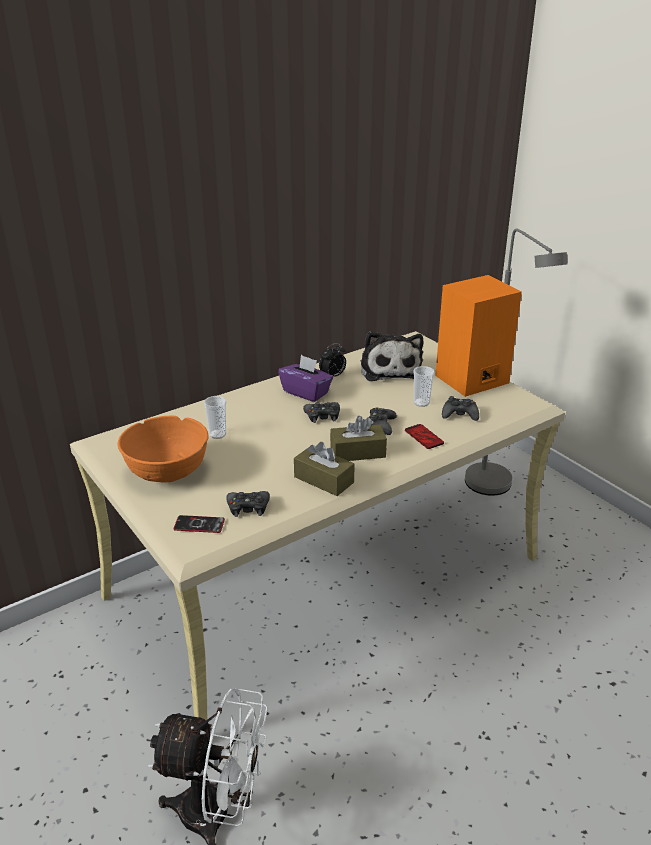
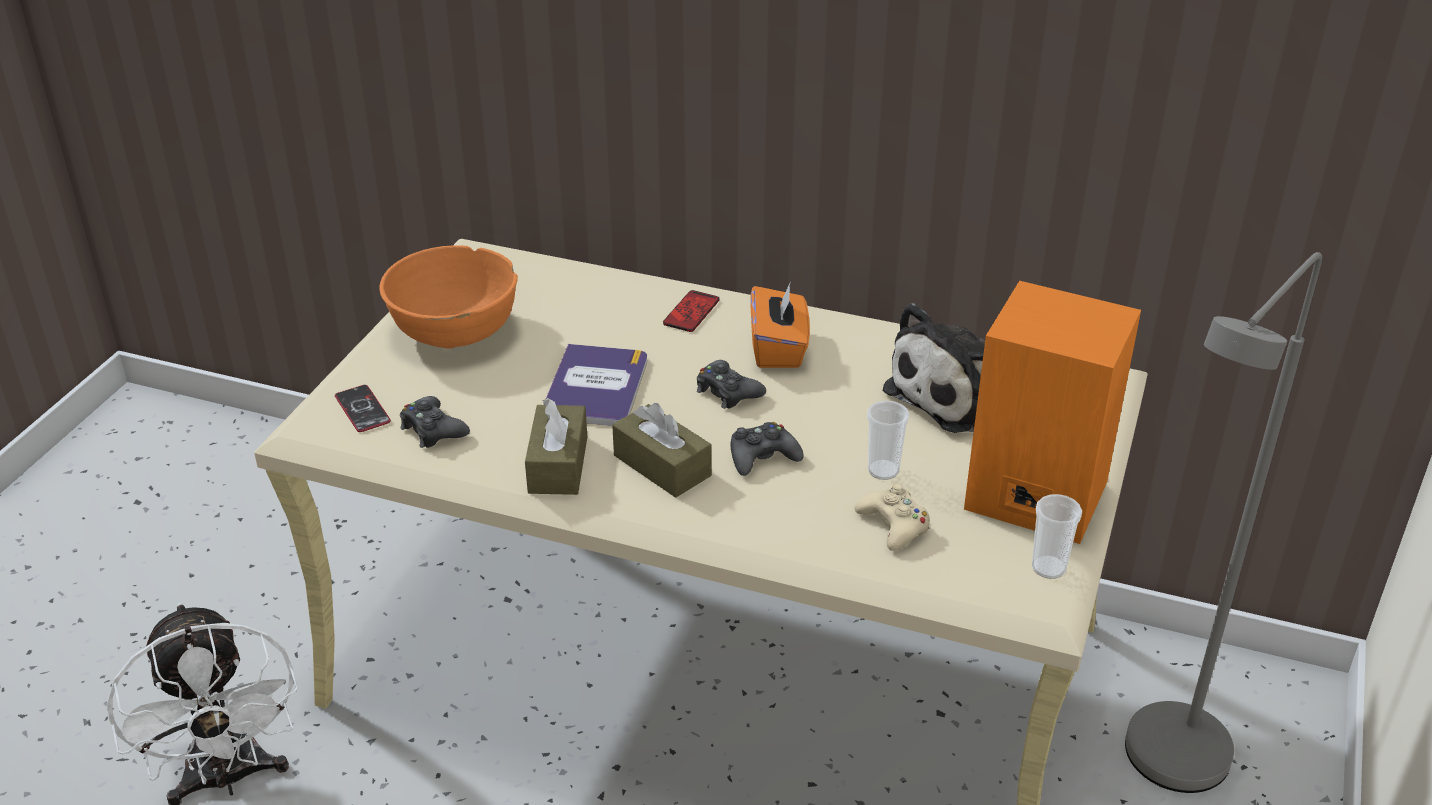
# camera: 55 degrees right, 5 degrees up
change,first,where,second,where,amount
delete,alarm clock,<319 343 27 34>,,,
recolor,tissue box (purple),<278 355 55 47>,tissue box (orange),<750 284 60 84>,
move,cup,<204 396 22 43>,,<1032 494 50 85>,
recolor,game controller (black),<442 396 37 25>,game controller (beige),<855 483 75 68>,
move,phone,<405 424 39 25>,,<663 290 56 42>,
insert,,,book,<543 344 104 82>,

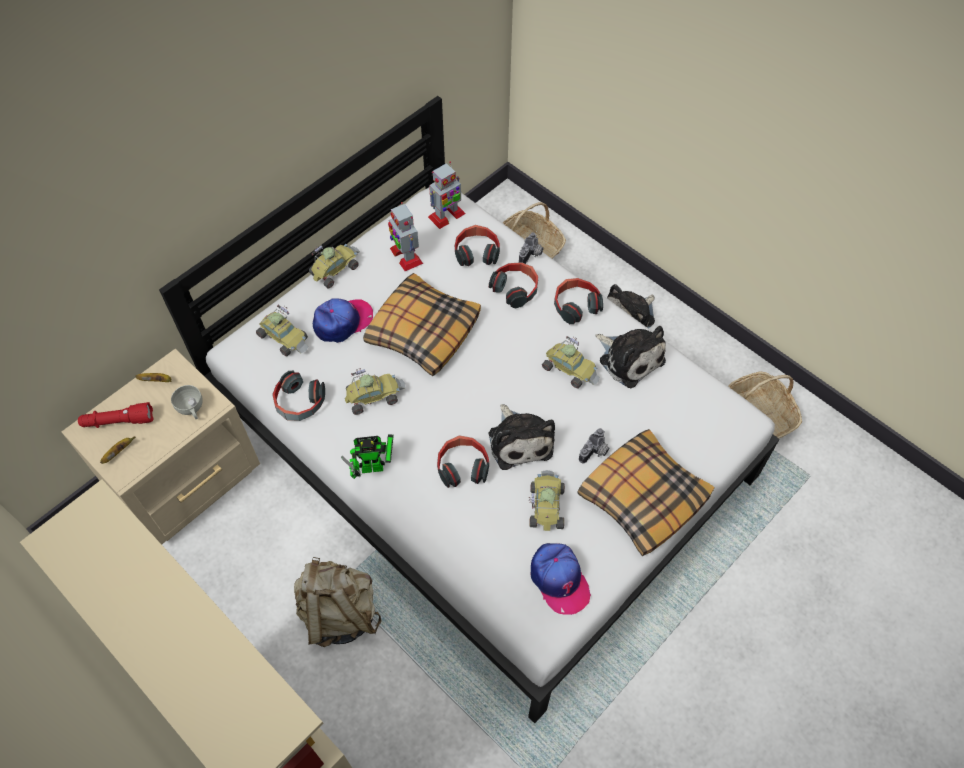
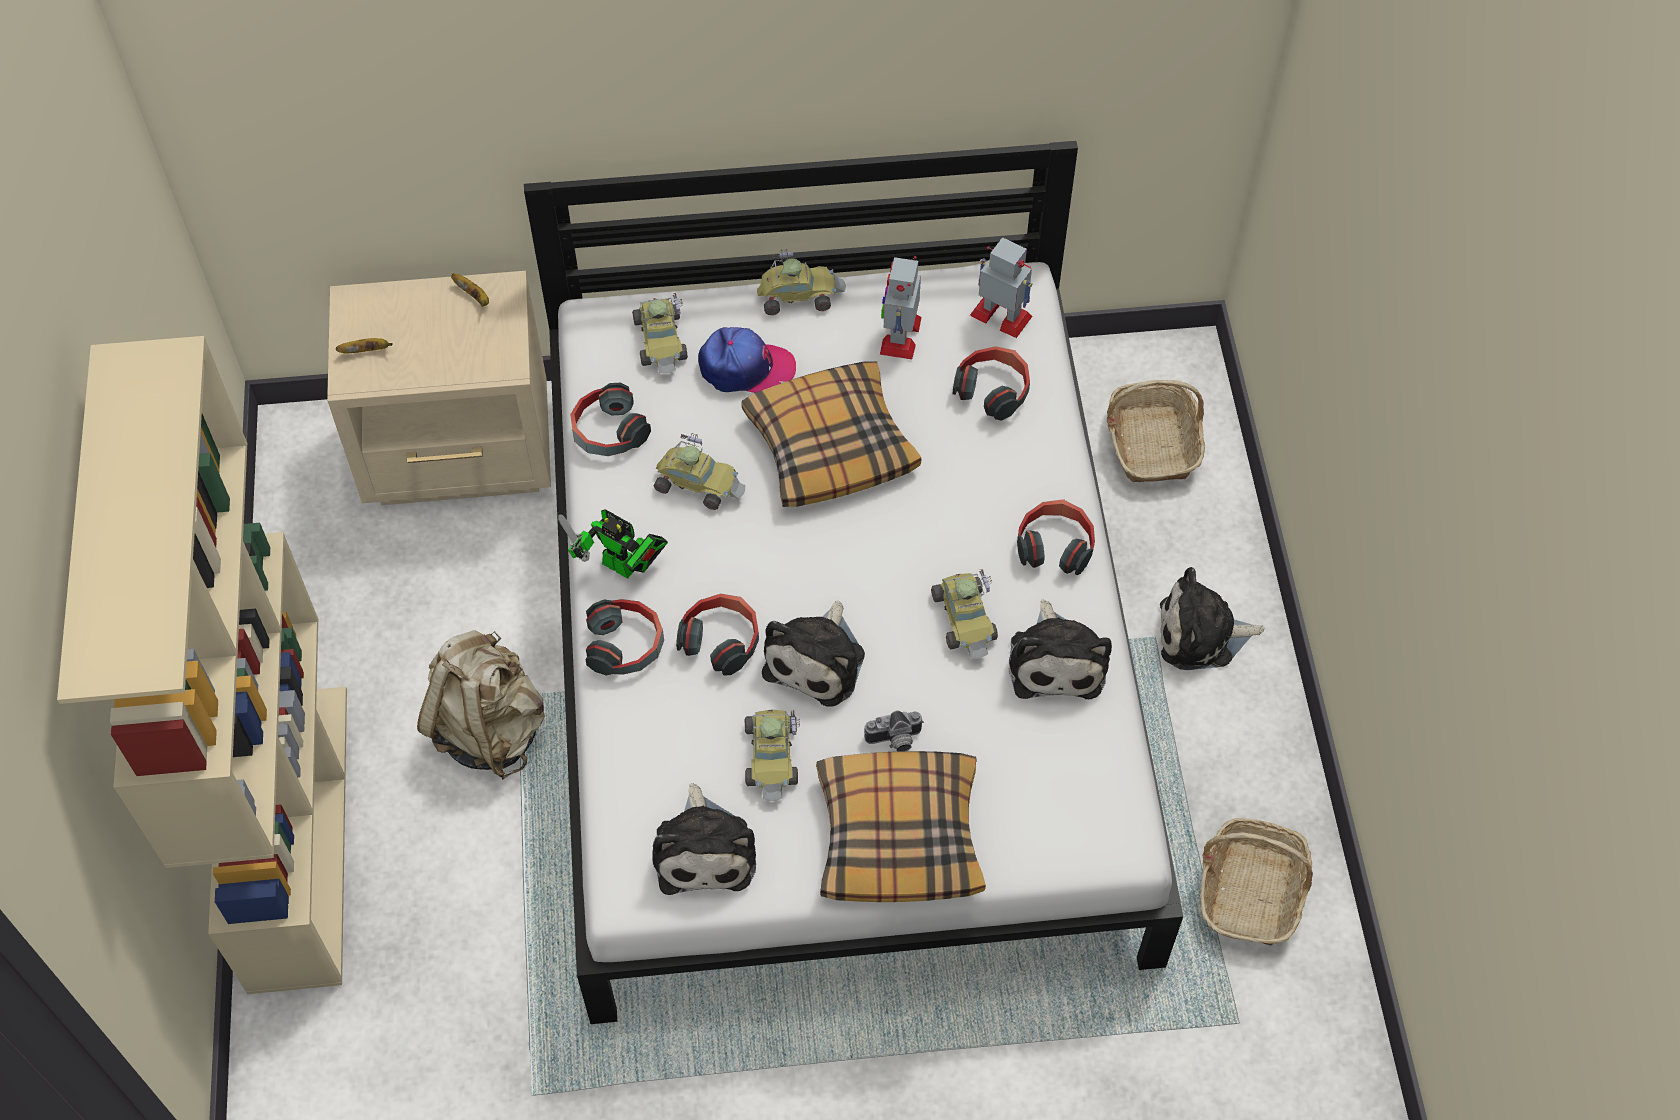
# camera: 40 degrees right, 0 degrees up
change,first,where,second,where,amount
rotate,toy robot,<428 162 38 67>,,<970 237 63 101>,150 degrees counterclockwise
delete,photo camera,<519 232 24 32>,,,
move,headphones,<489 262 49 47>,,<585 599 79 76>,
delete,cup (white),<171 385 32 34>,,,
delete,flashlight (red),<78 402 76 26>,,,
rotate,toy car,<529 470 36 61>,,<745 710 55 91>,135 degrees clockwise
replace,cap,<531 543 60 72>,plush toy,<652 783 104 112>,

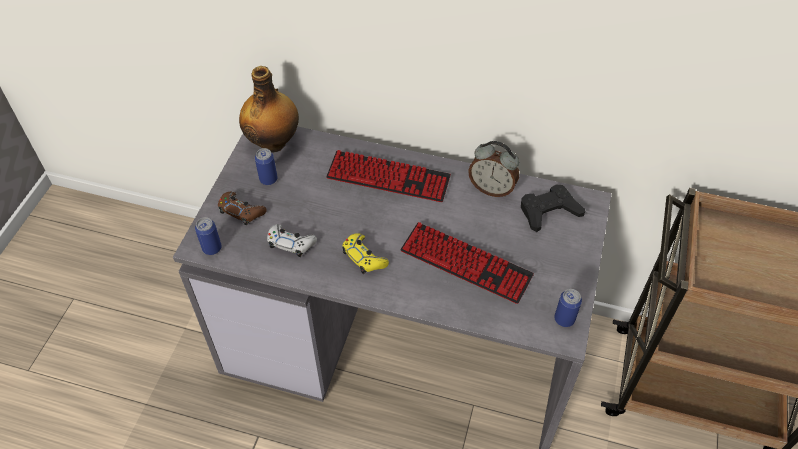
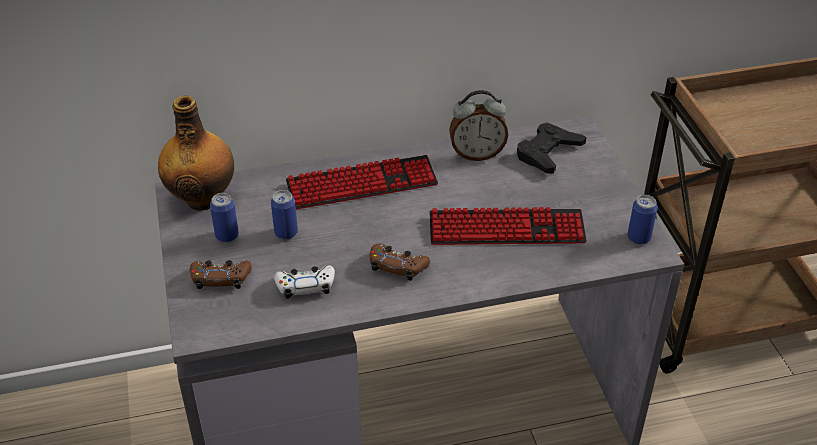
# camera: 30 degrees left, 10 degrees down
change,first,where,second,where,amount
move,can,<195 217 27 38>,,<271 190 27 50>,
recolor,game controller (yellow),<342 233 47 41>,game controller (brown),<369 243 61 38>,

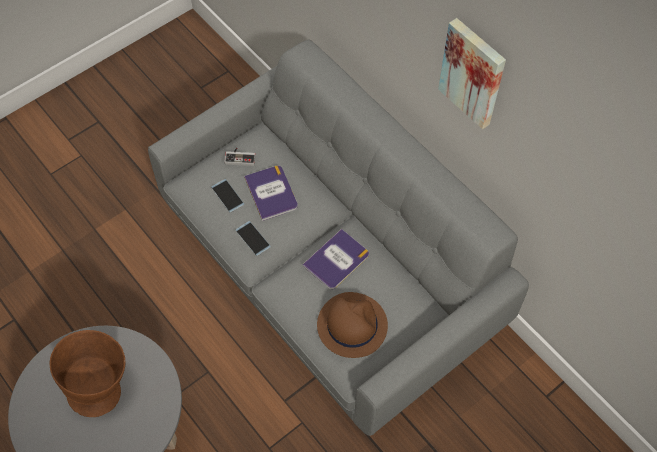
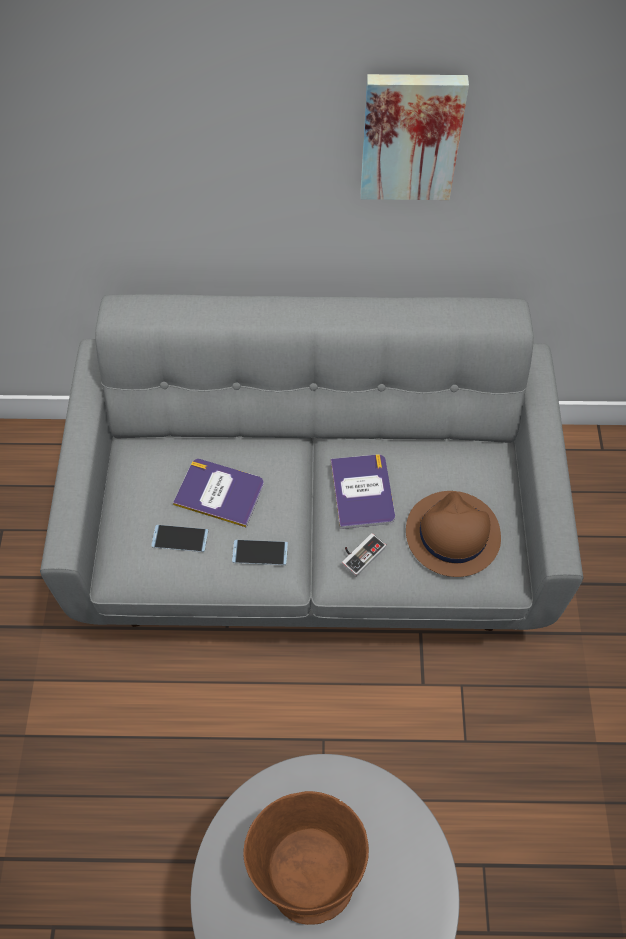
# camera: 50 degrees left, 0 degrees up
change,first,where,second,where,amount
move,game controller,<224 148 32 18>,,<342 533 44 44>,

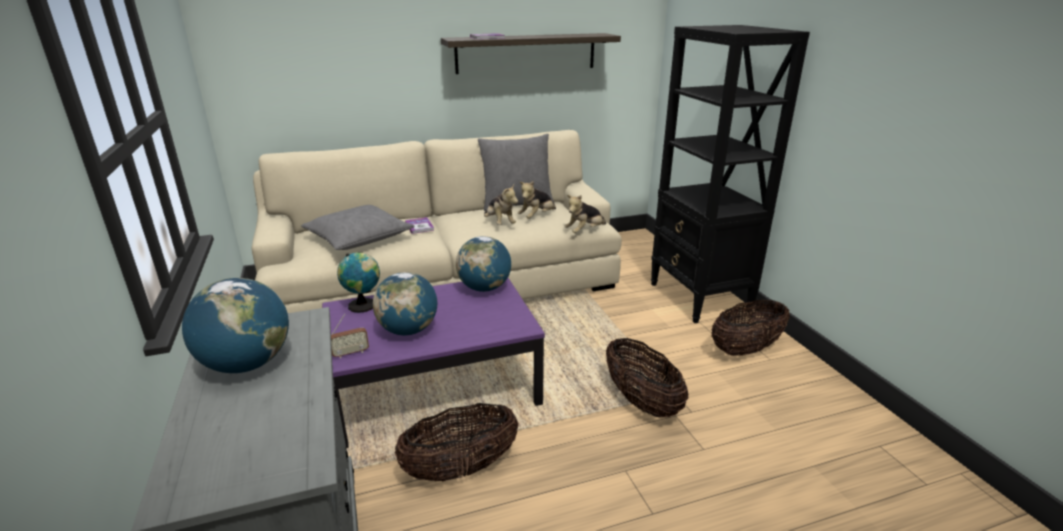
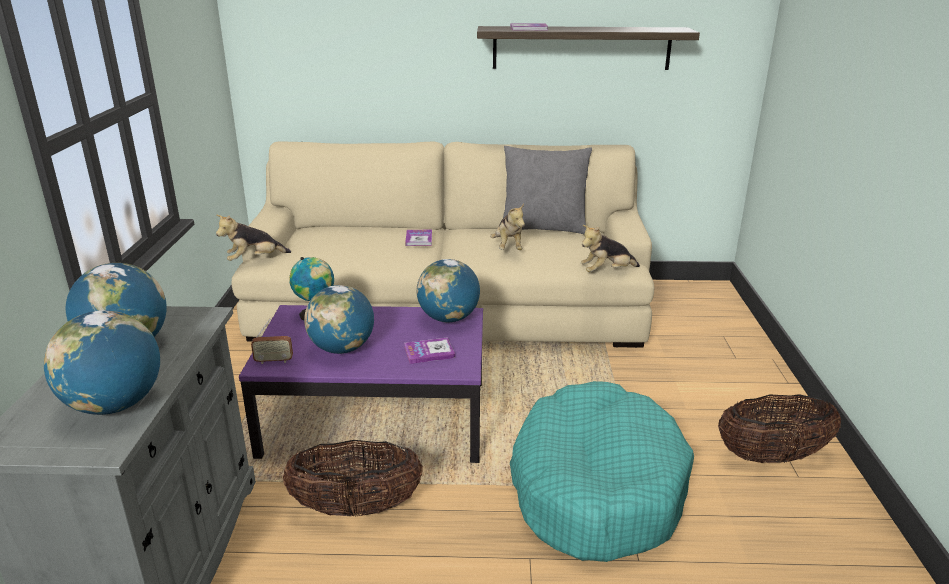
# camera: 20 degrees right, 0 degrees up
change,first,where,second,where,amount
delete,bookcase (black),<651 25 159 298>,,,
move,plush toy,<518 181 38 38>,,<216 214 75 47>,
delete,pillow (grey),<301 205 113 45>,,,
replace,basket,<606 338 83 79>,dog bed (turquoise),<510 381 184 181>,
insert,,,globe,<44 310 116 105>,
insert,,,book,<404 337 51 27>,

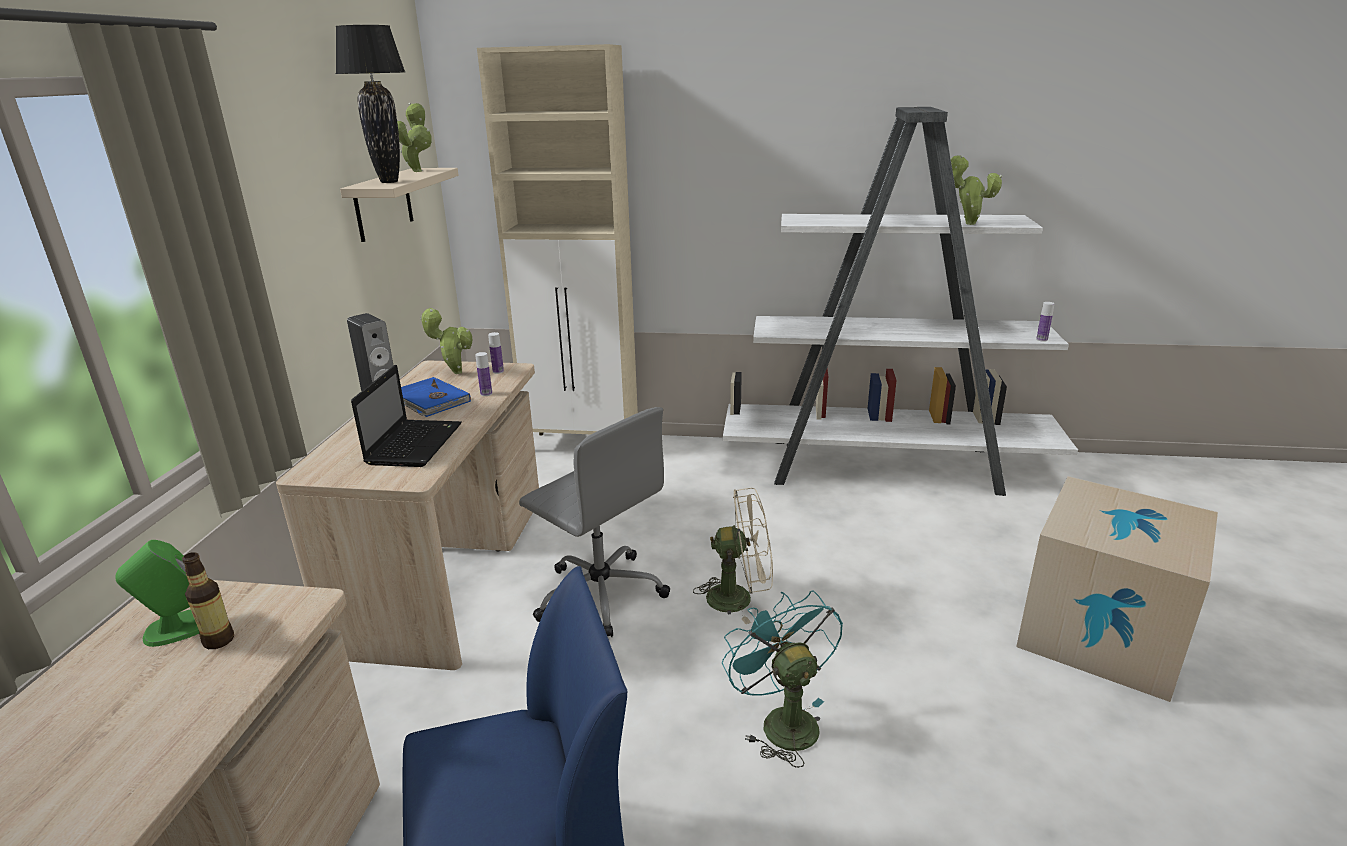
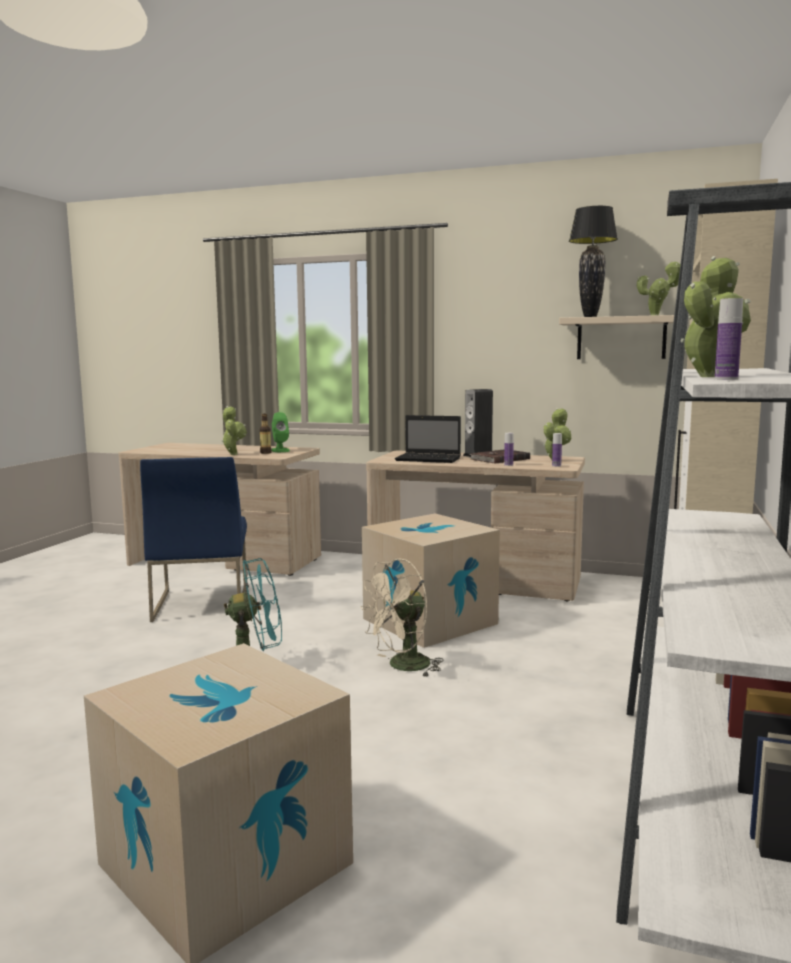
# camera: 100 degrees right, 15 degrees down
change,first,where,second,where,amount
move,bottle,<1036 302 19 40>,,<715 298 28 82>,
recolor,book (blue),<401 377 70 40>,book (brown),<469 449 61 15>,
replace,office chair (grey),<519 407 151 230>,cardboard box,<362 514 138 134>,
rotate,fan (beige),<693 488 80 136>,,<360 558 84 118>,45 degrees clockwise
insert,,,potted plant,<222 406 25 49>,

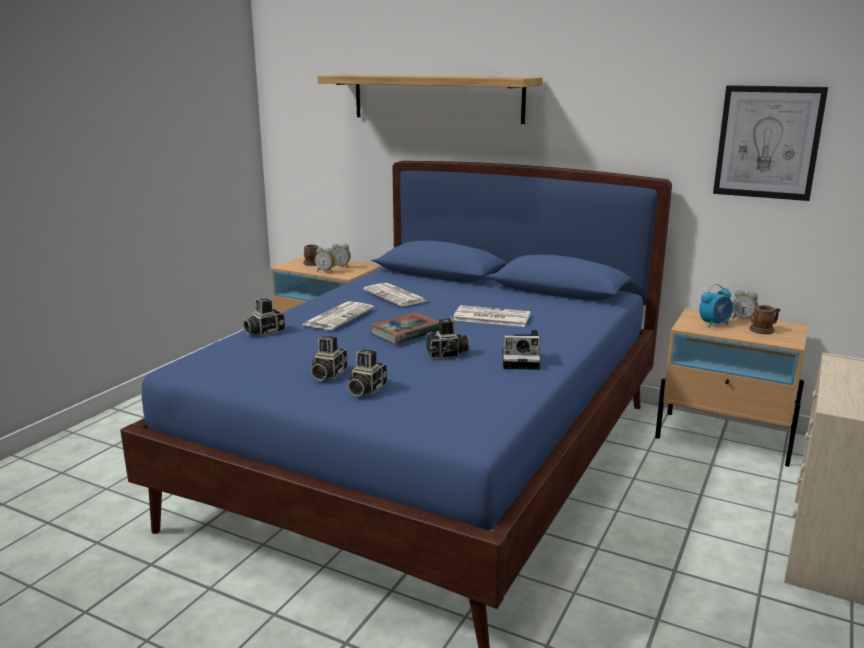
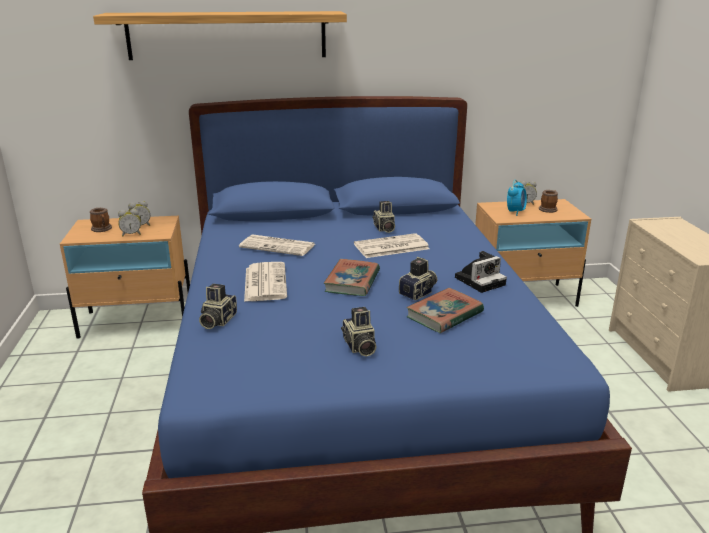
# camera: 35 degrees left, 5 degrees up
change,first,where,second,where,amount
delete,picture,<713 85 115 116>,,,
move,photo camera,<348 349 39 47>,,<372 201 23 32>,
insert,,,book,<406 288 78 45>,

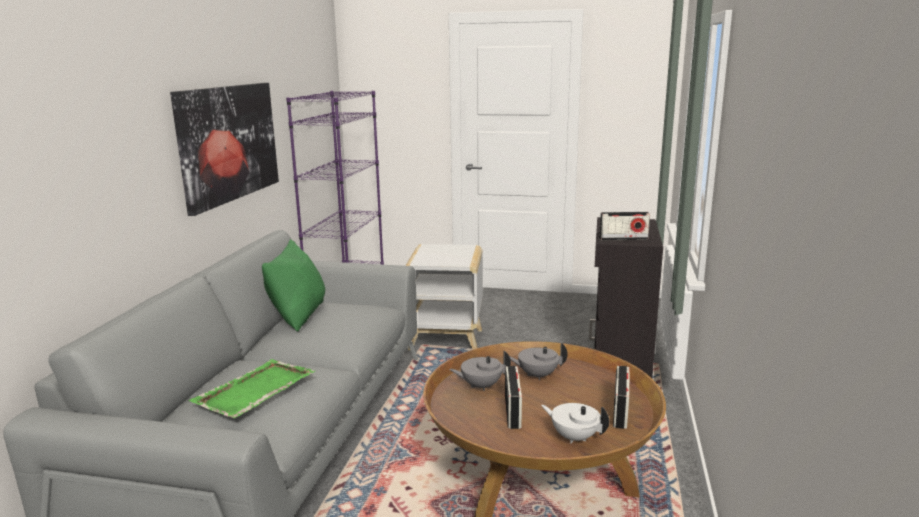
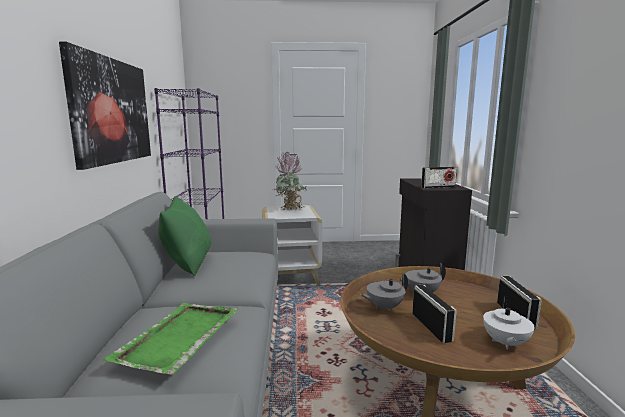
# camera: 15 degrees left, 5 degrees down
change,first,where,second,where,amount
rotate,teapot (white),<541 403 68 40>,,<483 296 52 54>,90 degrees counterclockwise
insert,,,potted plant,<274 154 33 56>,

